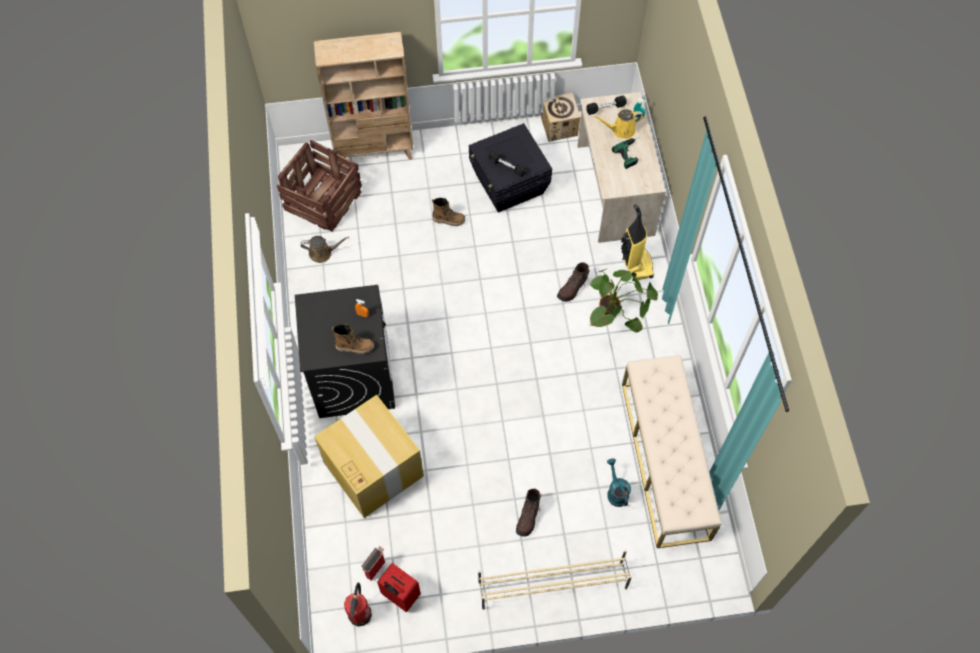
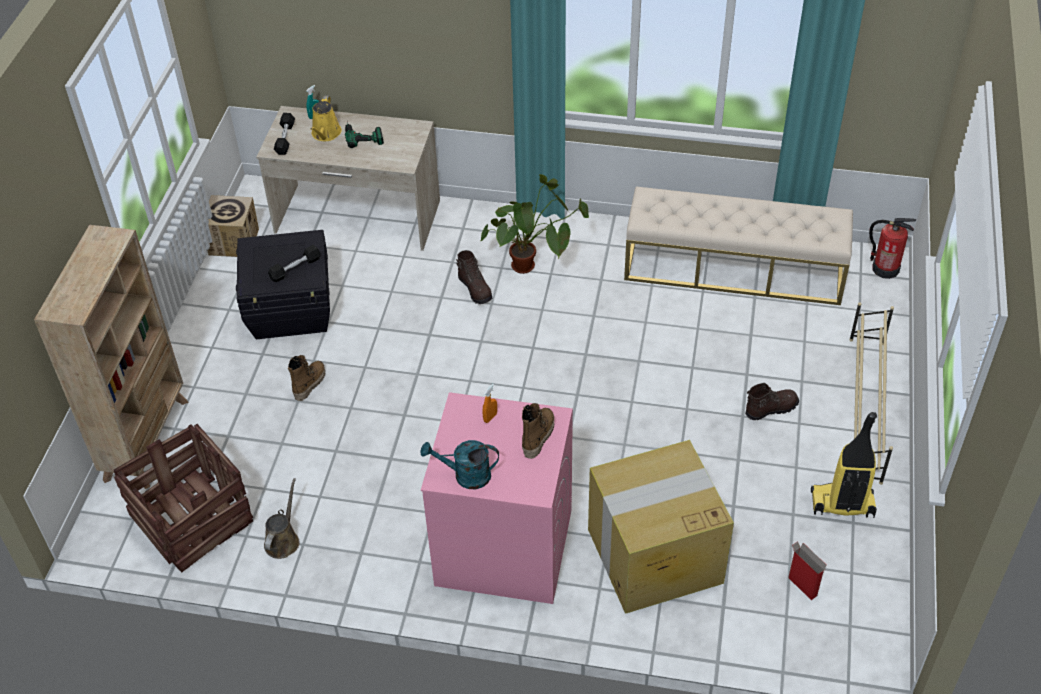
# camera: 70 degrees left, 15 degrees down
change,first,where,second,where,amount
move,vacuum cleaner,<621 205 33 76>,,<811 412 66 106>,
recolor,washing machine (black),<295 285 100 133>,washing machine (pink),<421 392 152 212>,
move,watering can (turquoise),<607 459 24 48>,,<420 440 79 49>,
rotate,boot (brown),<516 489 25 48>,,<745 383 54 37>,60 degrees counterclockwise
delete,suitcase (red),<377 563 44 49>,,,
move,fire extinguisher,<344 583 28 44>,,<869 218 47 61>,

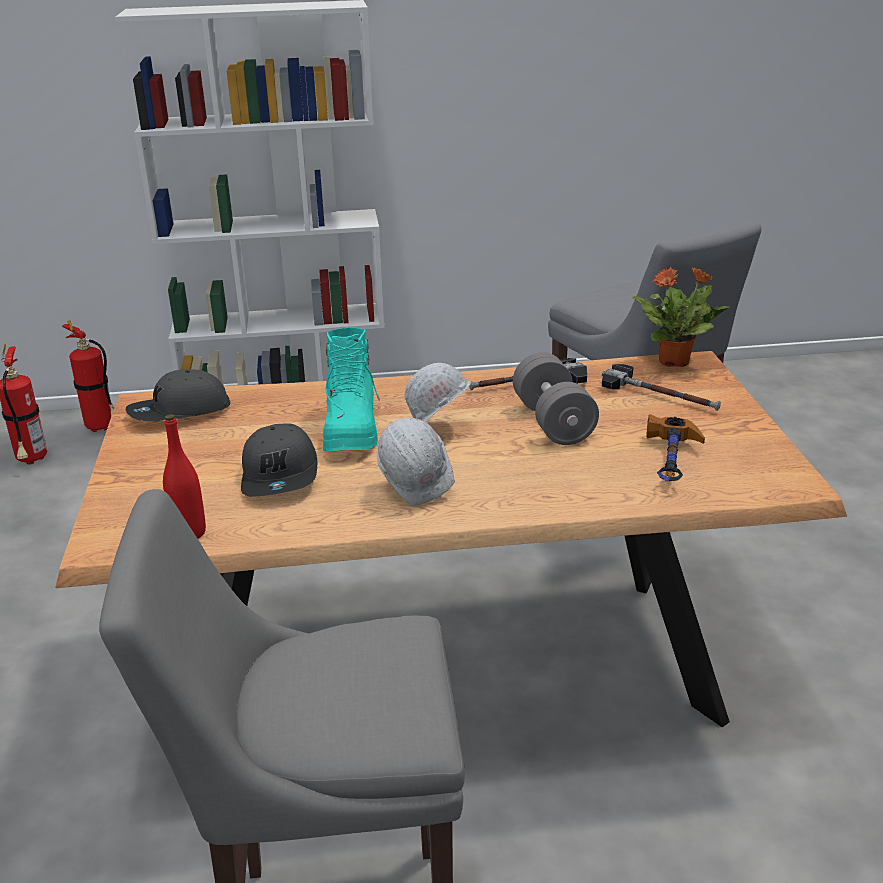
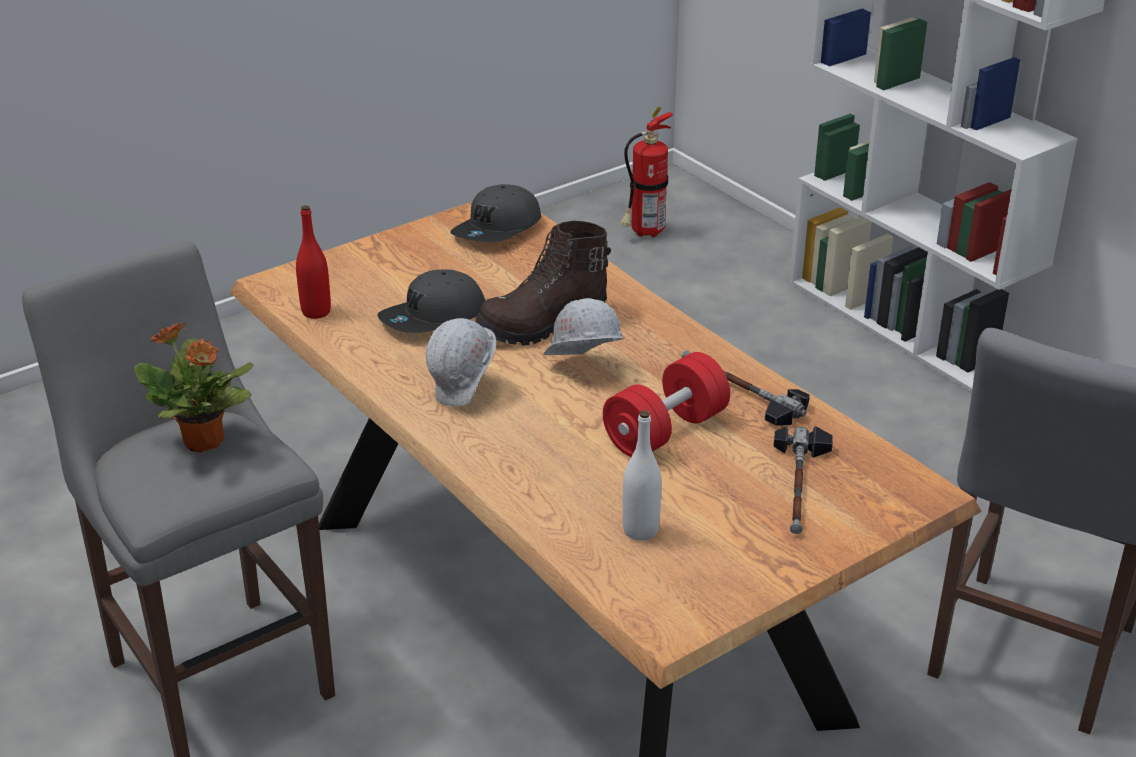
# camera: 60 degrees right, 5 degrees up
change,first,where,second,where,amount
move,potted plant,<633 266 97 101>,,<134 322 120 131>,
delete,fire extinguisher,<62 320 52 112>,,,
recolor,boot (turquoise),<323 327 57 125>,boot (brown),<476 221 135 125>,
recolor,dumbbell (grey),<513 352 86 93>,dumbbell (red),<603 352 127 105>,
rotate,cap (grey),<126 369 104 52>,,<450 184 91 58>,90 degrees counterclockwise
replace,hammer,<646 414 59 68>,bottle (white),<622 410 40 131>,

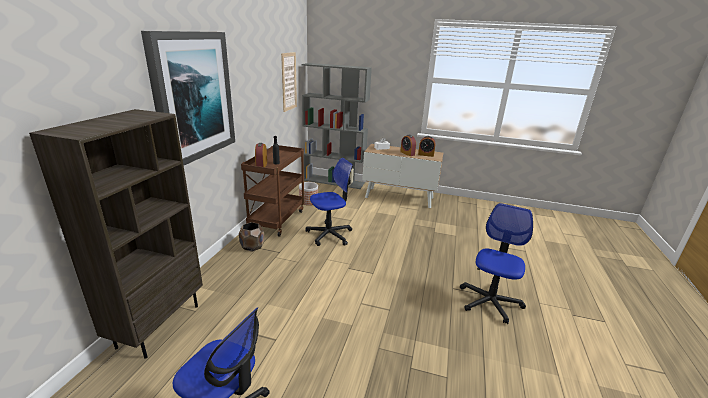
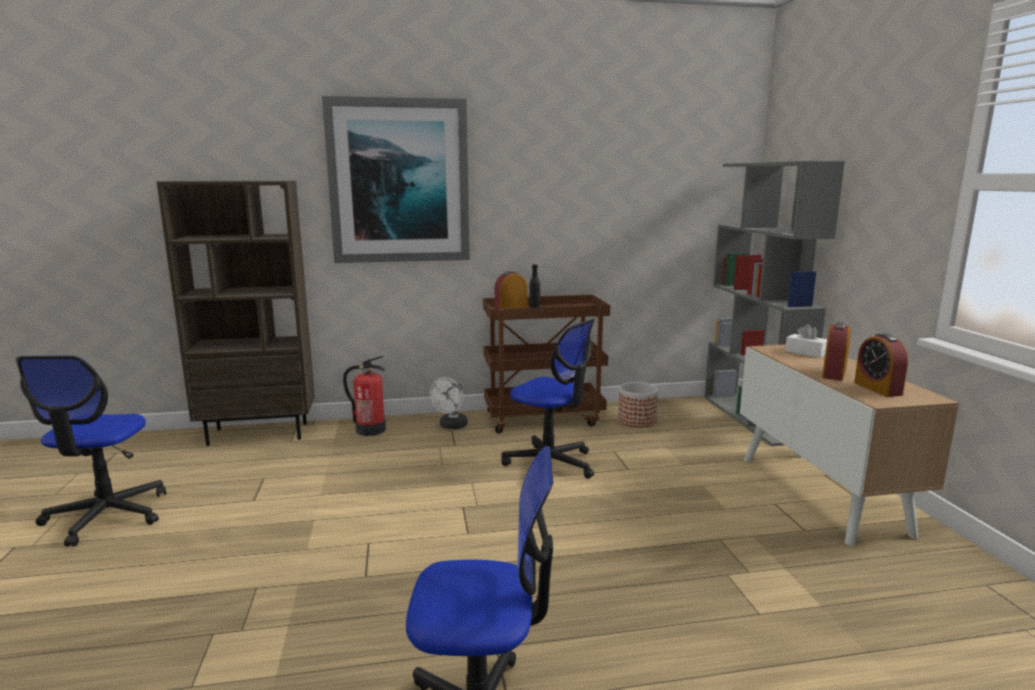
# camera: 65 degrees right, 10 degrees down
change,first,where,second,where,amount
delete,picture,<281 52 16 60>,,,
replace,planter (brown),<239 222 26 30>,fan (white),<429 377 39 52>,
insert,,,fire extinguisher,<343 356 43 80>,

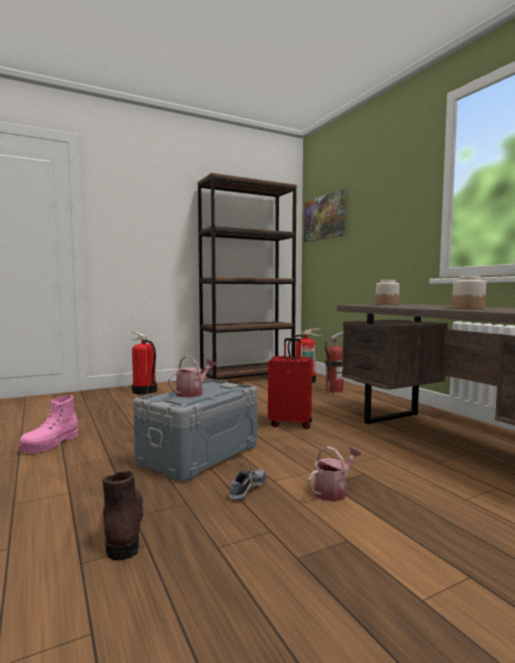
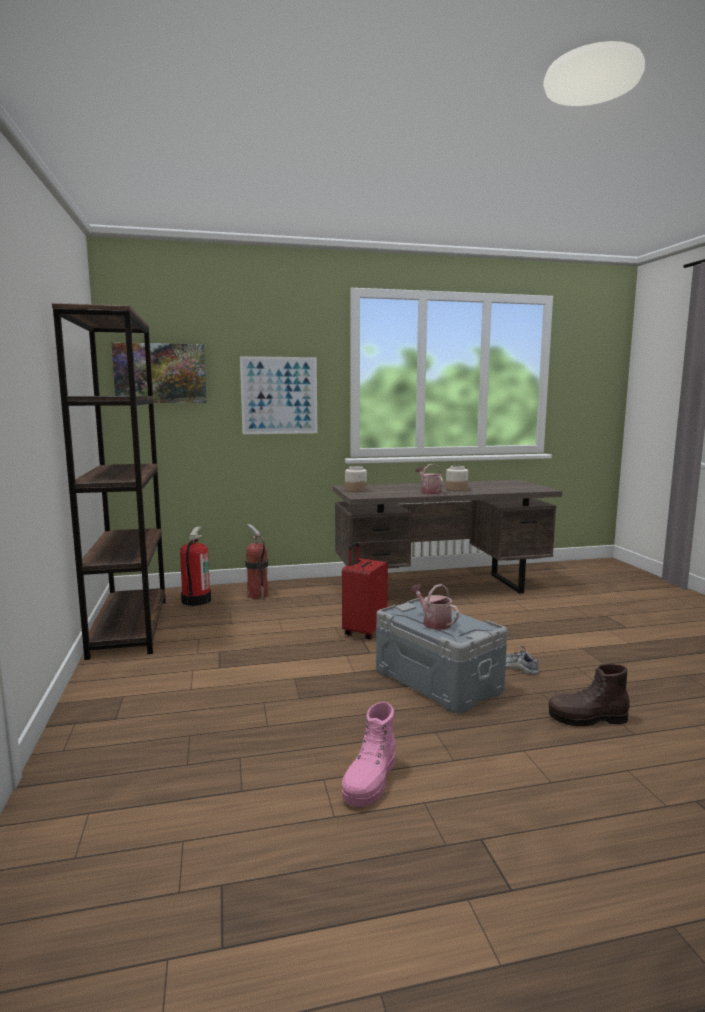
# camera: 75 degrees left, 5 degrees up
change,first,where,second,where,amount
delete,fire extinguisher,<132 332 25 62>,,,
rotate,boot (pink),<19 395 59 58>,,<342 702 53 105>,75 degrees clockwise
move,watering can,<308 446 53 56>,,<416 464 27 31>,
insert,,,picture,<240 356 77 78>,

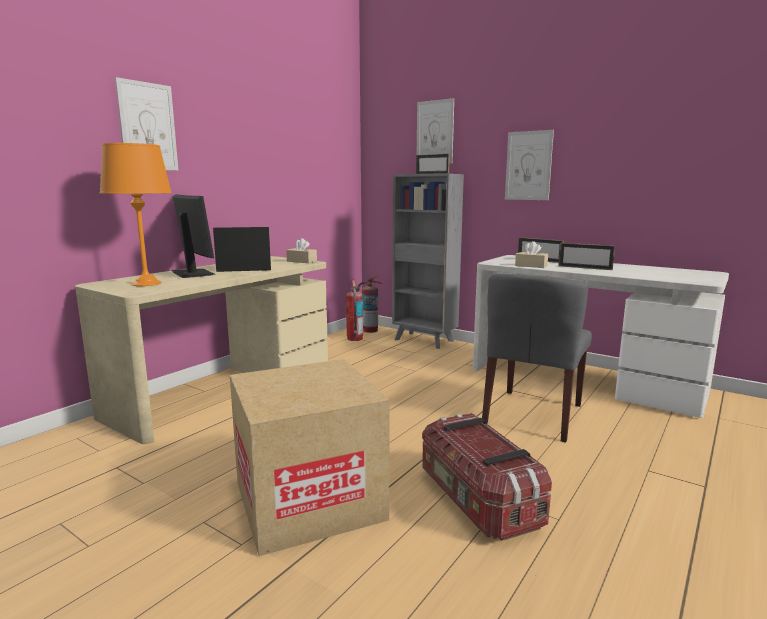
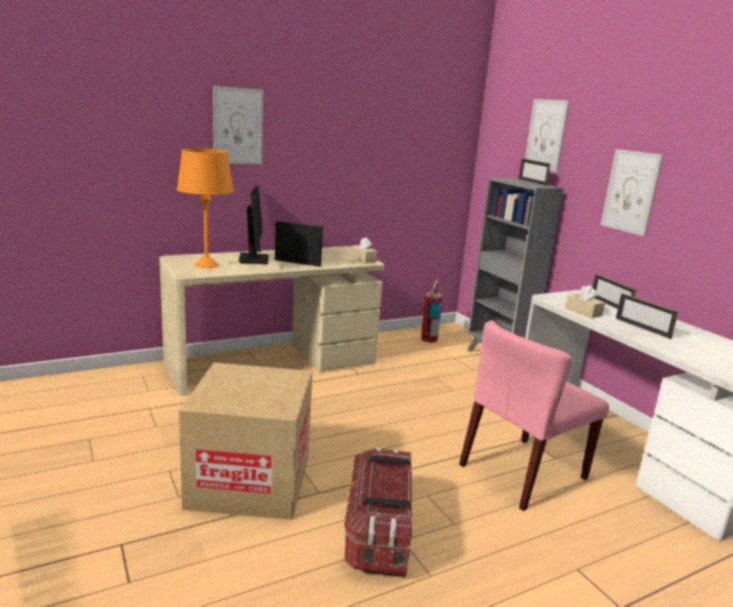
# camera: 25 degrees right, 5 degrees up
change,first,where,second,where,amount
recolor,chair (grey),<482 274 110 169>,chair (pink),<459 320 150 191>,
delete,fire extinguisher,<357 275 26 58>,,,

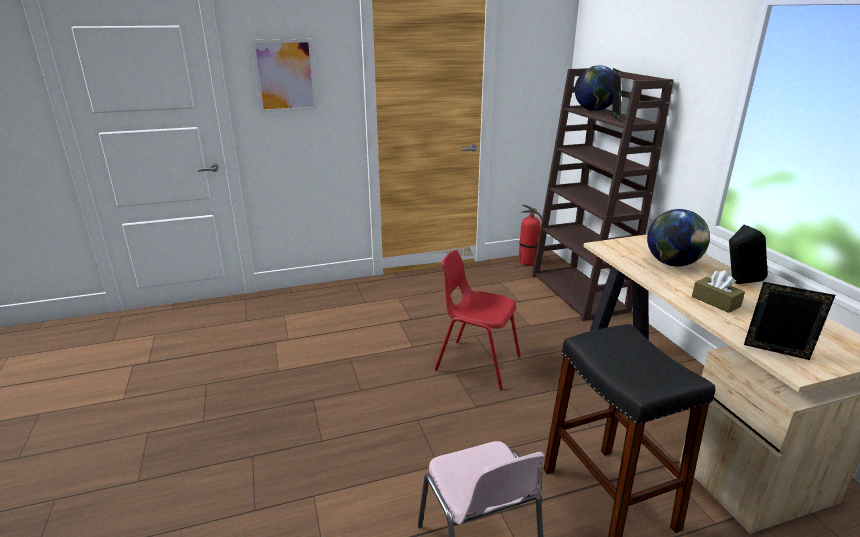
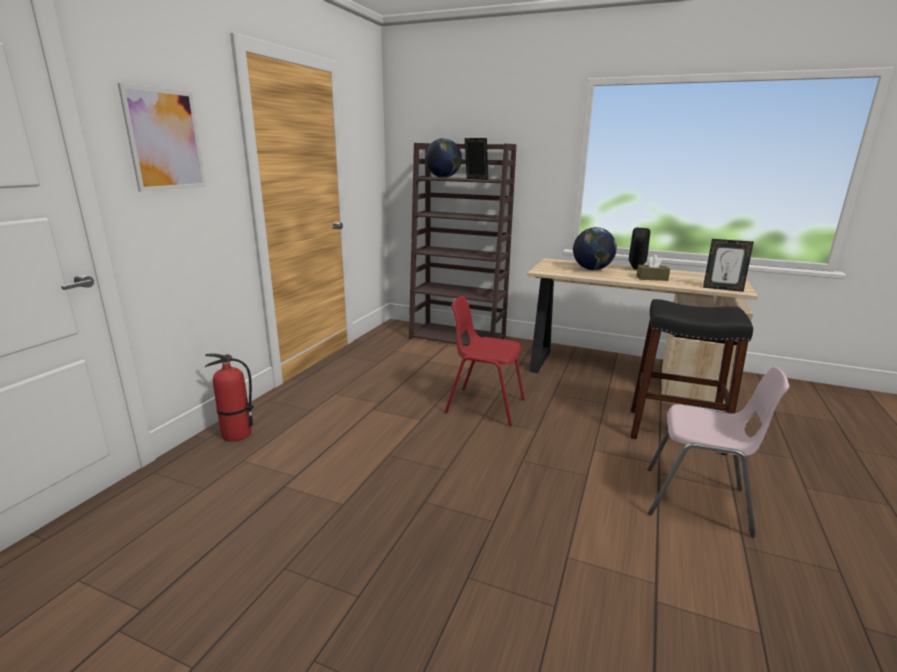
# camera: 50 degrees left, 5 degrees down
change,first,where,second,where,amount
move,fire extinguisher,<519 205 23 61>,,<205 354 49 87>,
rotate,chair (red),<435 250 86 140>,,<445 296 80 130>,45 degrees clockwise
rotate,picture frame,<744 282 92 78>,,<703 239 51 53>,135 degrees counterclockwise

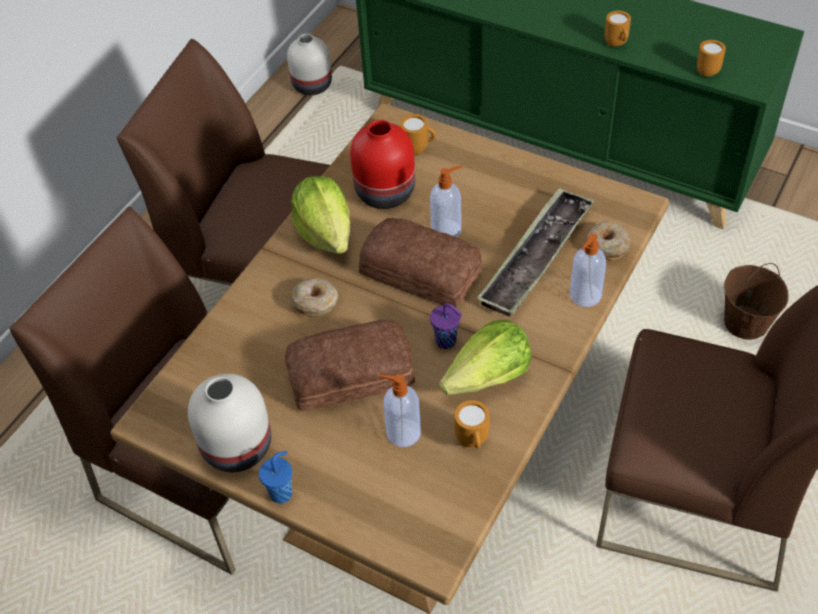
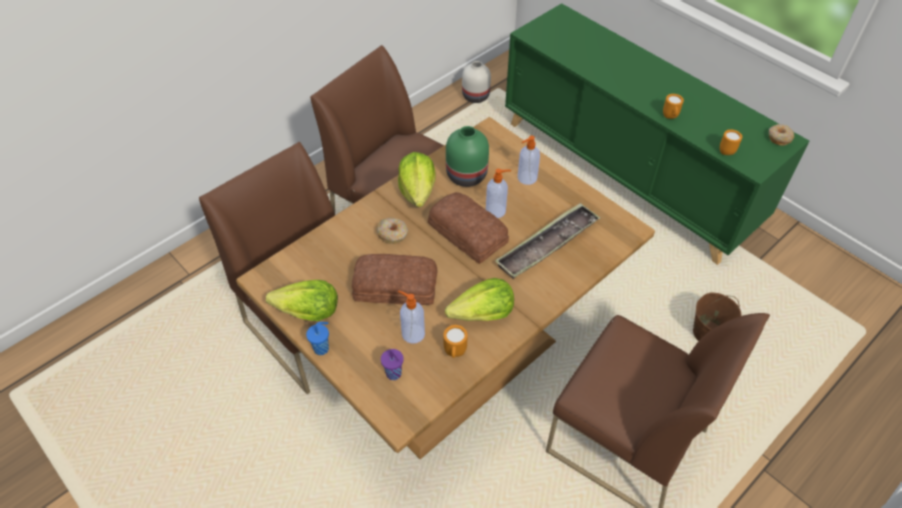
# camera: 15 degrees right, 0 degrees up
change,first,where,second,where,amount
delete,mug (orange),<400 114 36 42>,,,
recolor,vase (red),<350 120 65 89>,vase (green),<446 126 43 61>,
move,donut,<587 221 44 39>,,<769 124 25 22>,
move,soap dispenser,<570 233 36 74>,,<518 136 22 49>,
move,cup (purple),<430 303 33 46>,,<381 349 23 31>,
replace,vase (white),<188 374 83 98>,lettuce,<266 280 72 41>,

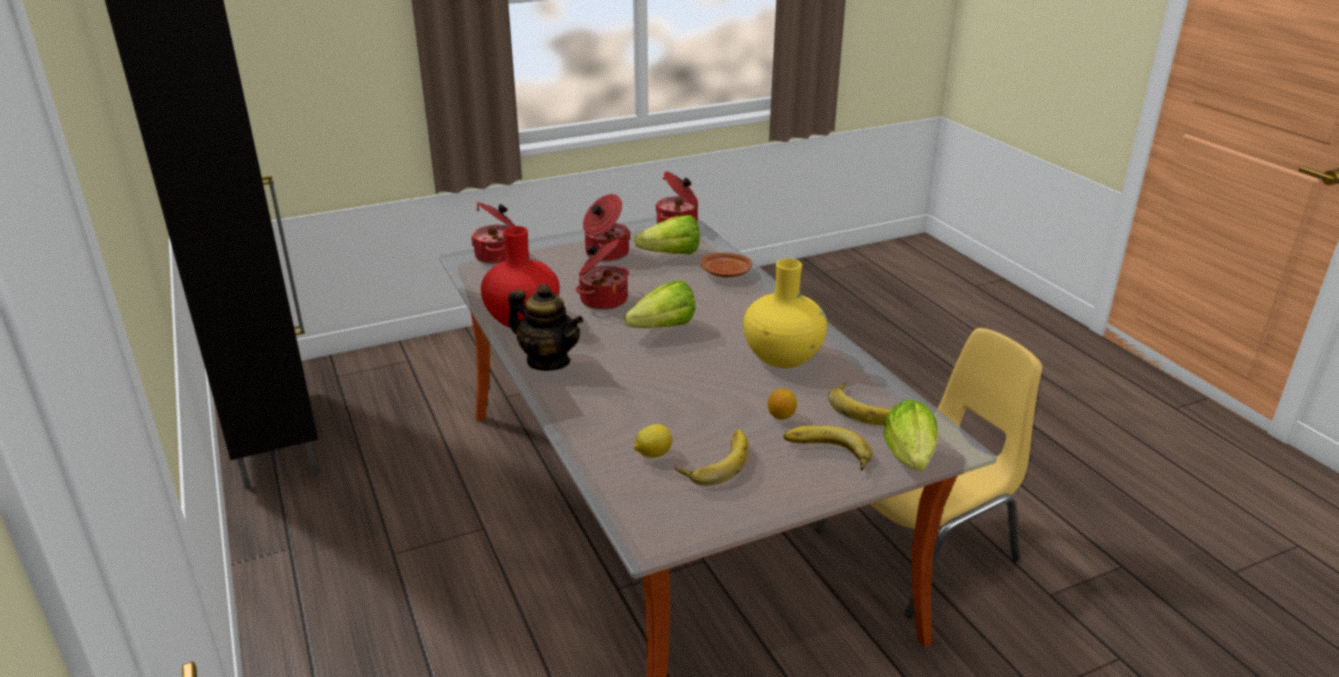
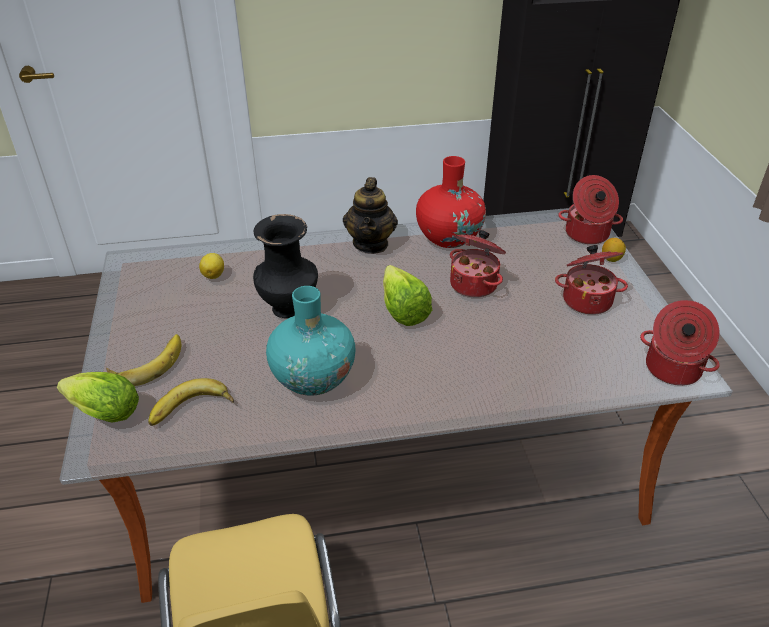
# camera: 105 degrees right, 10 degrees up
change,first,where,second,where,amount
delete,lettuce,<634 215 66 39>,,,
delete,plate (brown),<700 253 52 25>,,,
recolor,vase (yellow),<743 258 84 110>,vase (turquoise),<266 286 89 110>,
rotate,teapot,<509 284 75 87>,,<343 177 55 77>,45 degrees counterclockwise
move,lemon,<768 388 29 32>,,<602 238 24 24>,
delete,banana,<675 429 73 57>,,,
insert,,,vase (black),<253 214 65 104>,

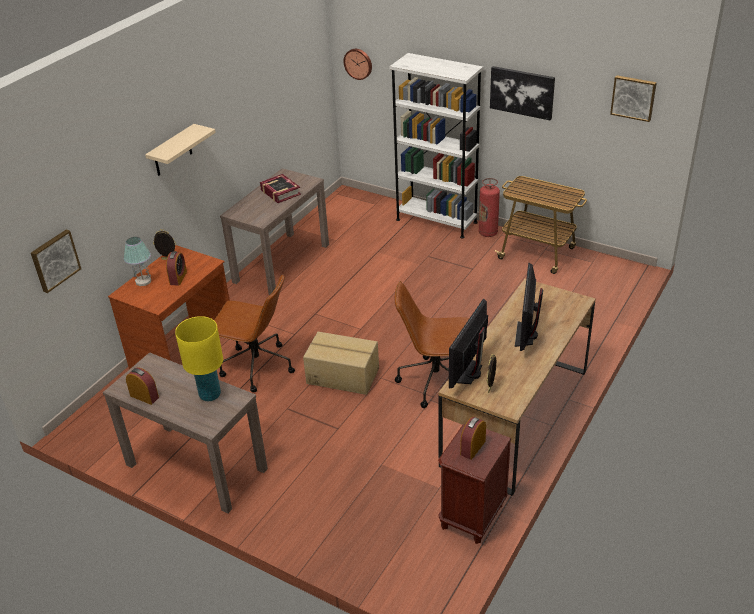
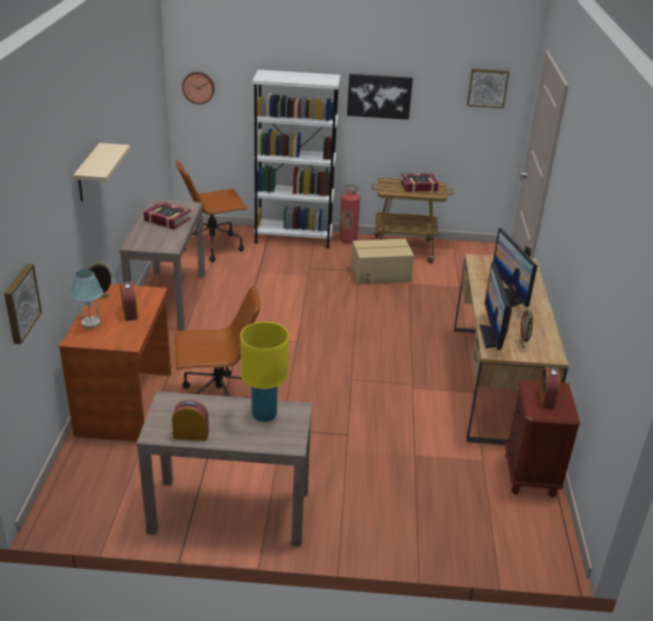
# camera: 30 degrees left, 5 degrees down
change,first,where,second,where,amount
move,office chair (brown),<395 281 74 127>,,<176 160 72 102>,
move,cardboard box,<303 332 76 63>,,<351 239 63 46>,
insert,,,book,<401 173 38 19>,

